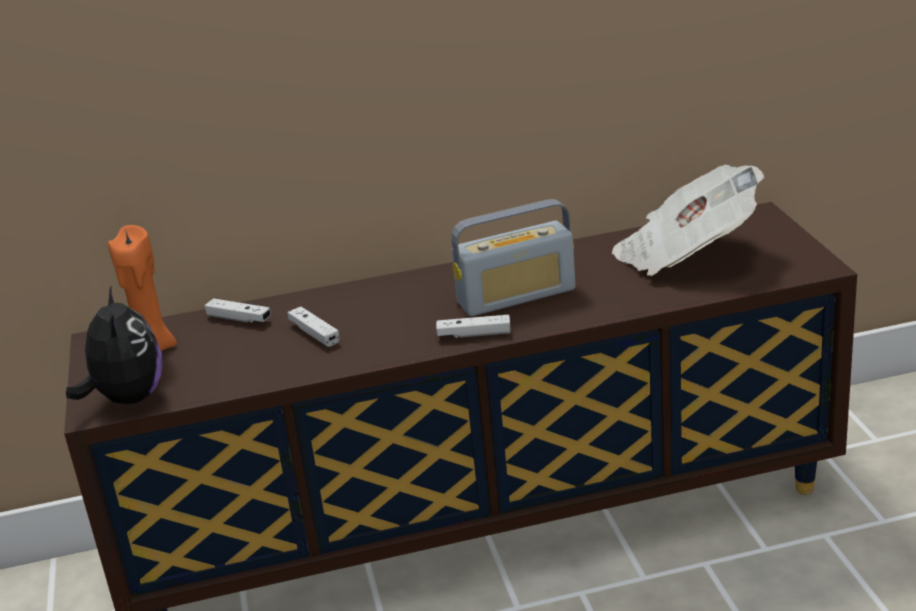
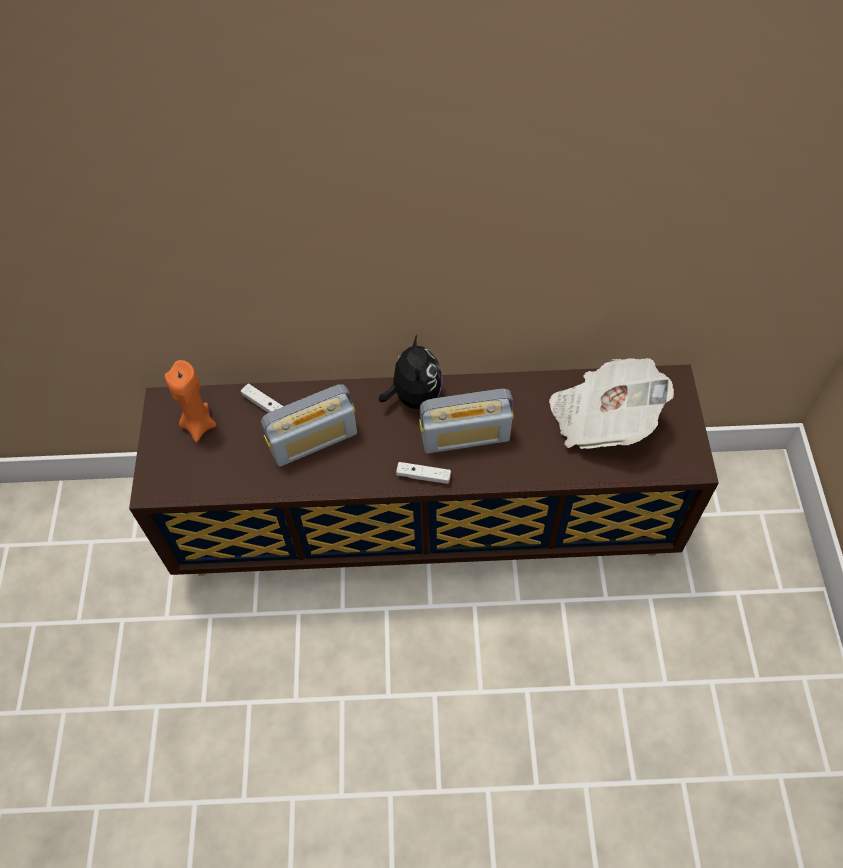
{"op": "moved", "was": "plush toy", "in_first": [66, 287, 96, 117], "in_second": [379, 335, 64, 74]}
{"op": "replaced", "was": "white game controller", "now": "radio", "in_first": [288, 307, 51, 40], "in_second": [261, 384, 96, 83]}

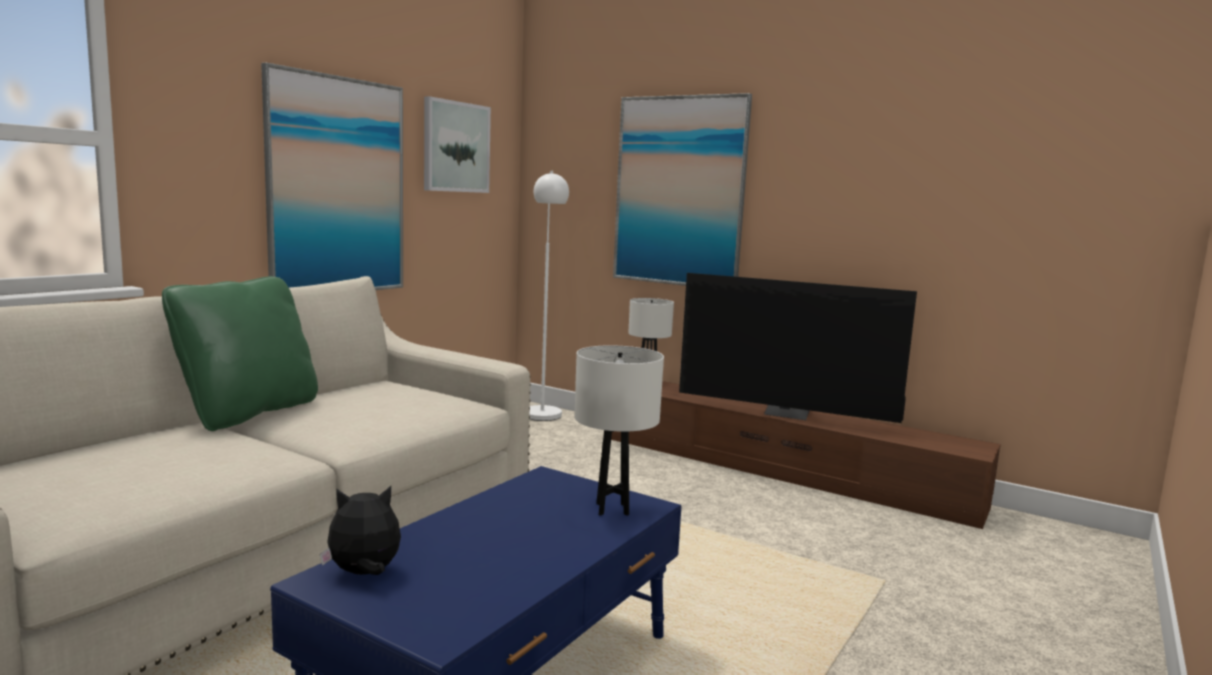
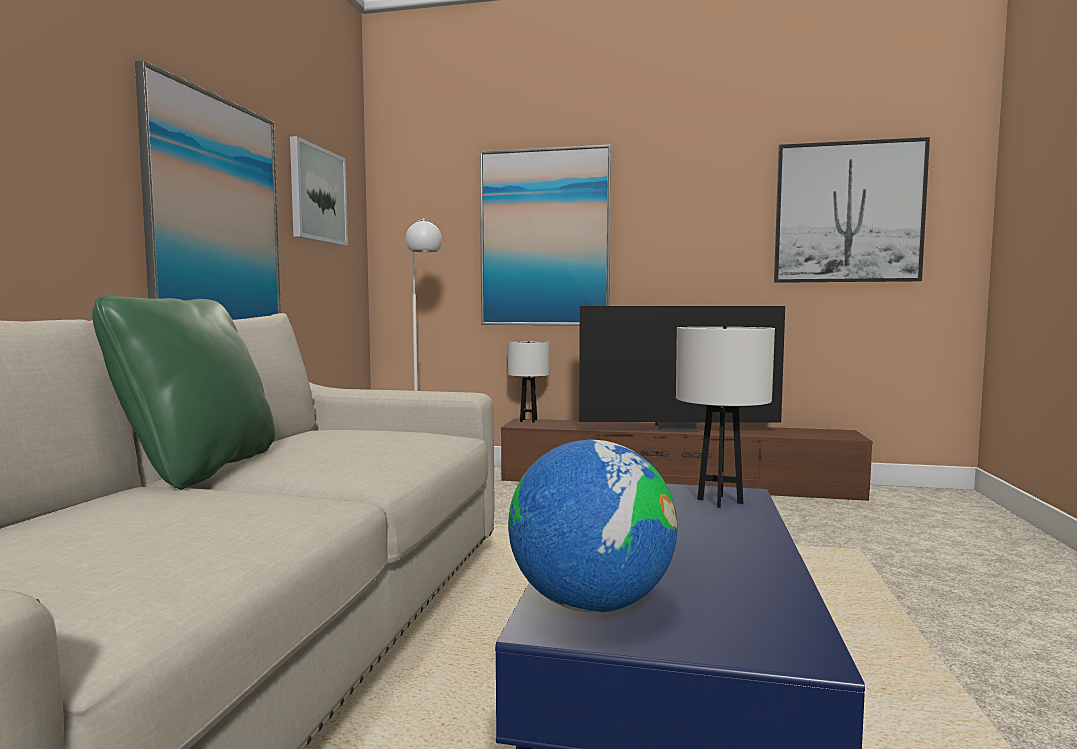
{"op": "replaced", "was": "plush toy", "now": "globe", "in_first": [320, 486, 81, 89], "in_second": [508, 440, 170, 173]}
{"op": "added", "now": "picture", "in_second": [774, 137, 156, 146]}

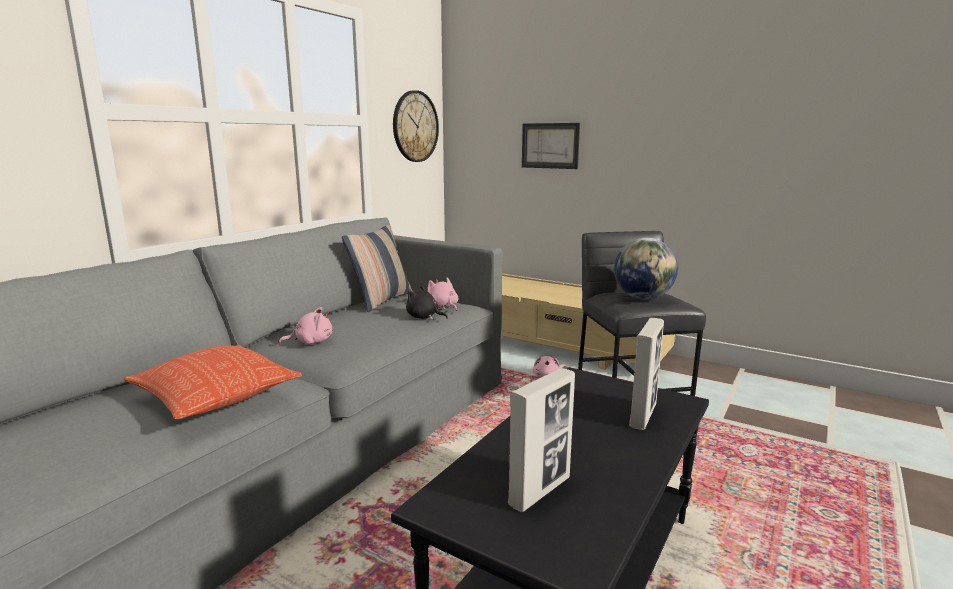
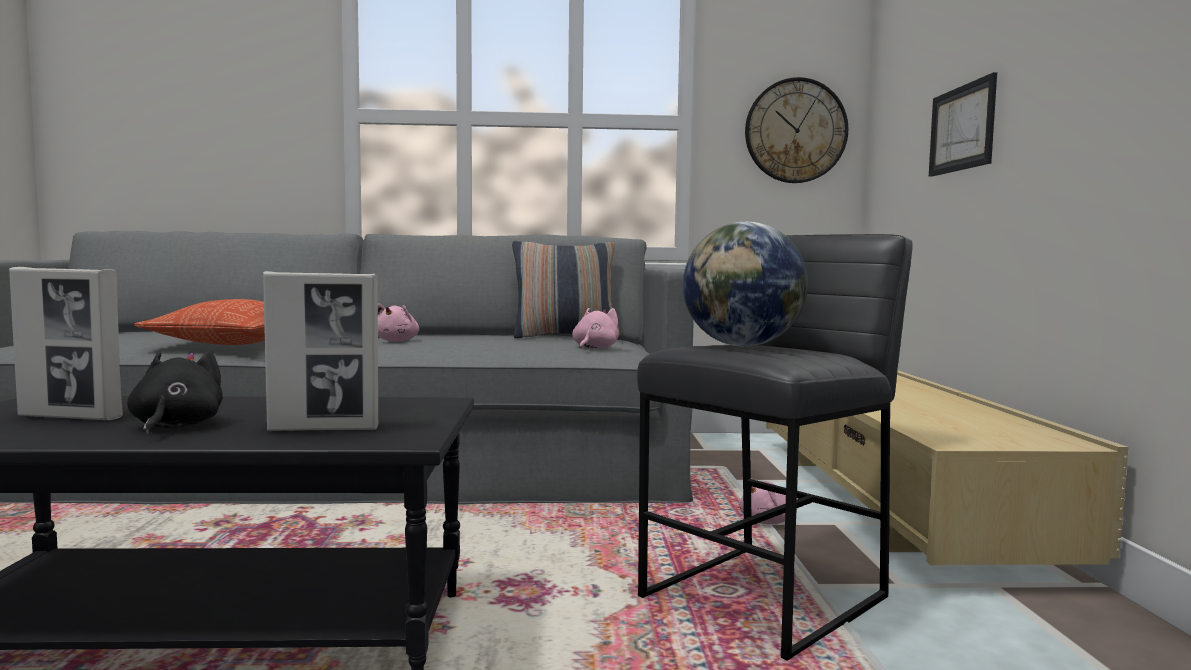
{"op": "moved", "was": "black plush toy", "in_first": [406, 286, 42, 34], "in_second": [127, 351, 96, 84]}
{"op": "turned", "was": "pink plush toy", "in_first": [279, 307, 53, 37], "in_second": [378, 303, 41, 39], "clockwise": 60}

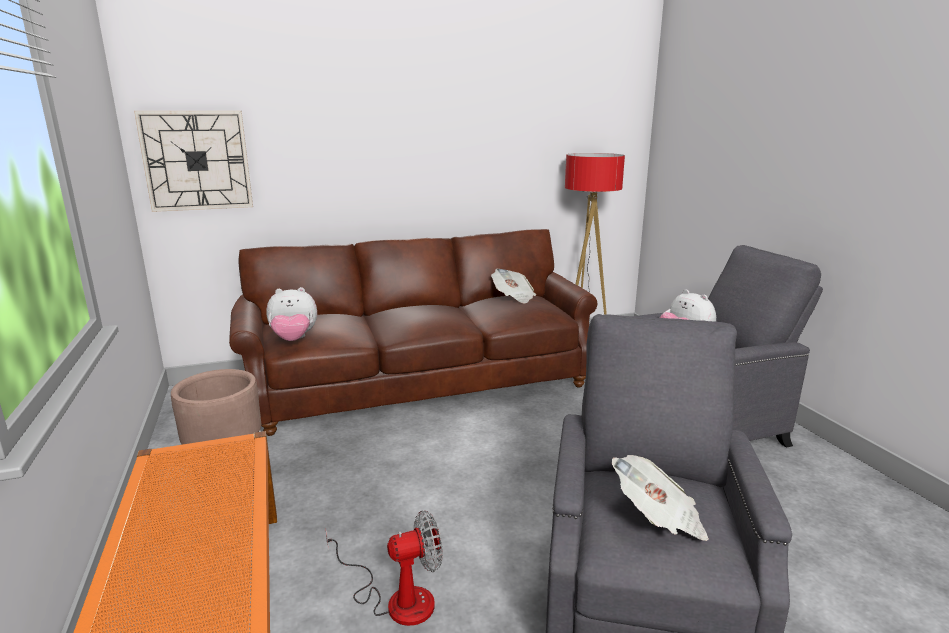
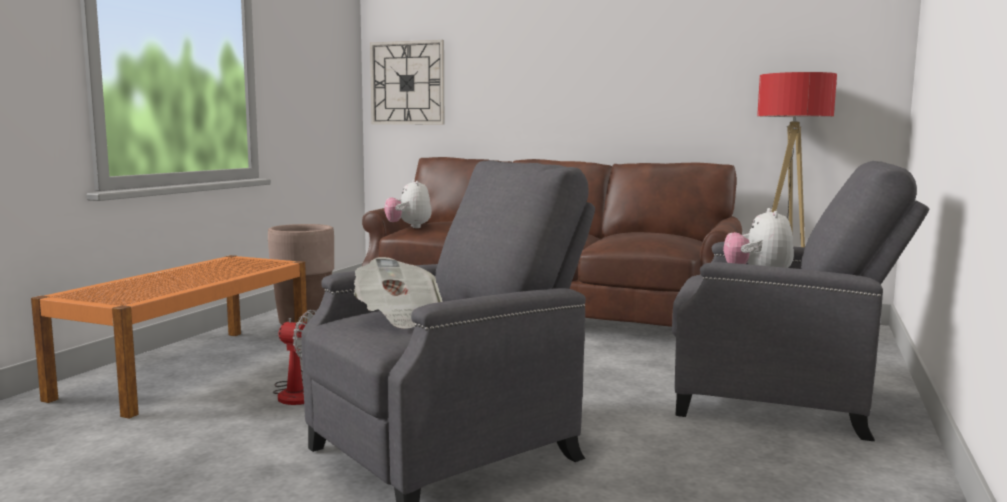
{"op": "removed", "was": "newspaper", "in_first": [491, 268, 45, 36]}
{"op": "turned", "was": "plush toy", "in_first": [266, 287, 51, 54], "in_second": [384, 179, 48, 49], "clockwise": 45}

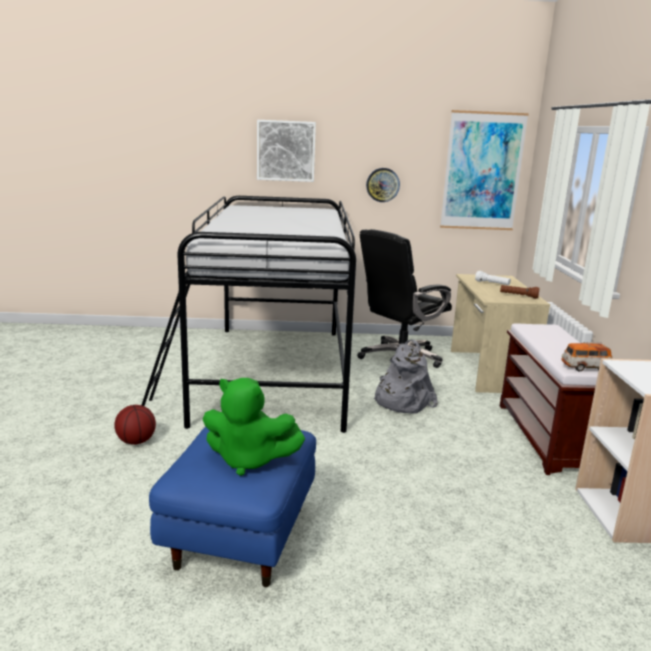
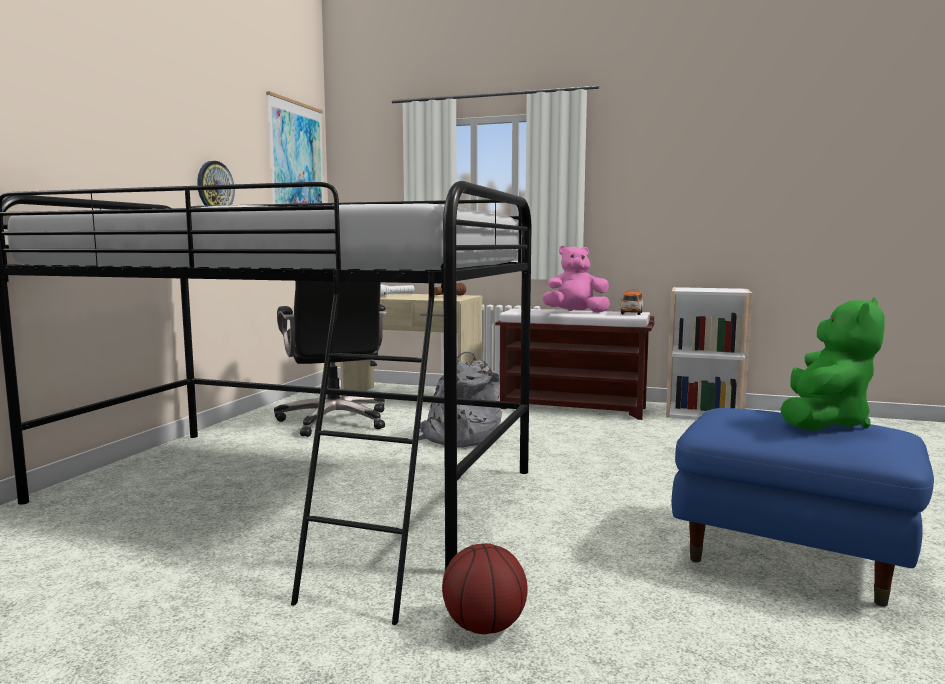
{"op": "removed", "was": "picture", "in_first": [257, 120, 59, 62]}
{"op": "added", "now": "pink plush toy", "in_second": [542, 246, 68, 67]}

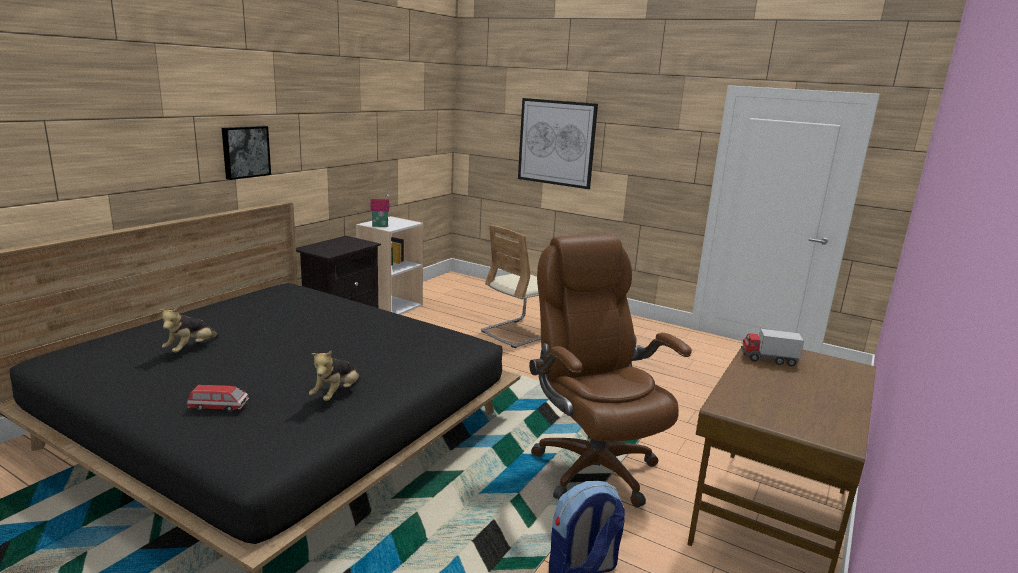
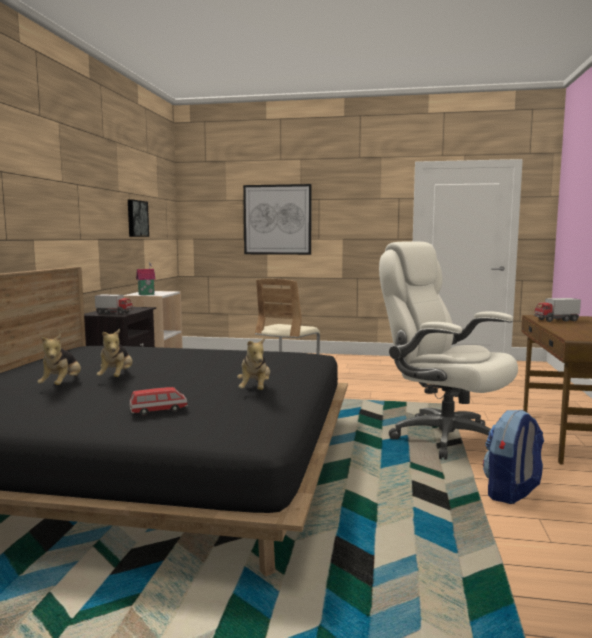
{"op": "moved", "was": "picture", "in_first": [222, 126, 49, 54], "in_second": [128, 199, 21, 38]}
{"op": "recoloured", "was": "brown office chair", "now": "white office chair", "in_first": [529, 234, 163, 274], "in_second": [379, 241, 139, 219]}
{"op": "added", "now": "toy truck", "in_second": [95, 294, 38, 21]}
{"op": "added", "now": "plush toy", "in_second": [97, 329, 36, 48]}

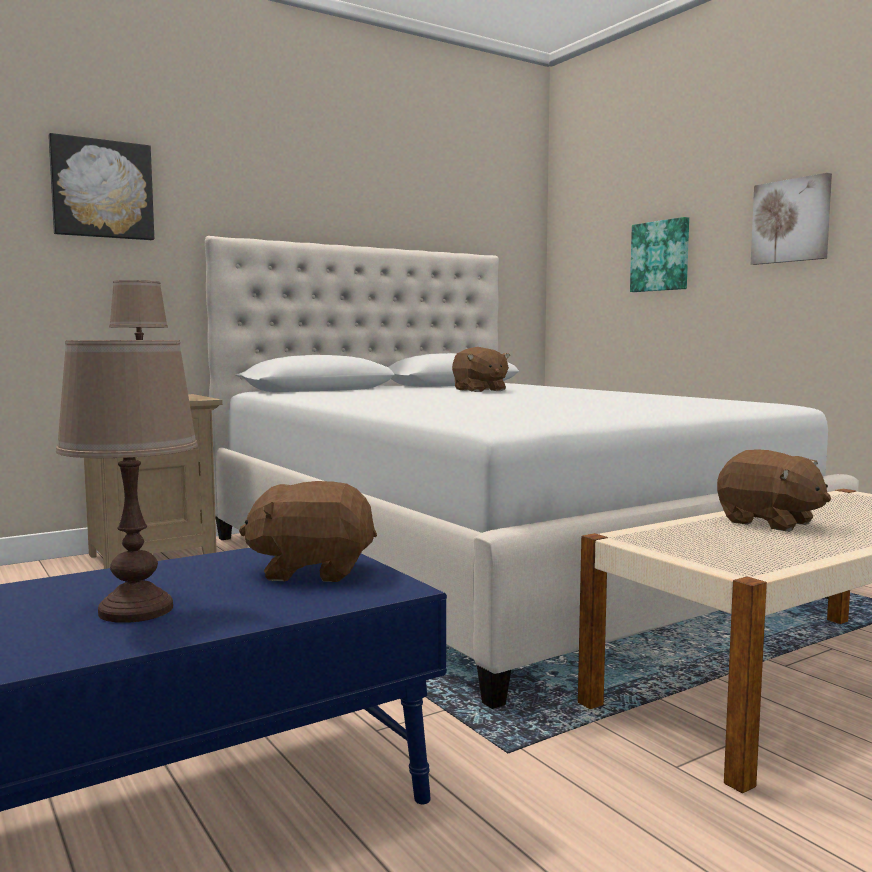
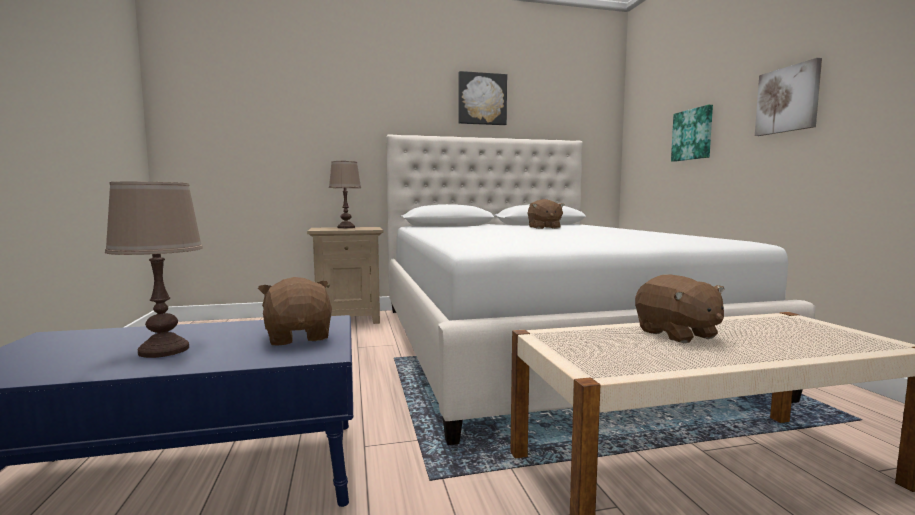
{"op": "moved", "was": "picture", "in_first": [48, 133, 106, 107], "in_second": [458, 71, 49, 54]}
{"op": "turned", "was": "brown plush toy", "in_first": [239, 481, 138, 101], "in_second": [258, 277, 74, 69], "clockwise": 45}

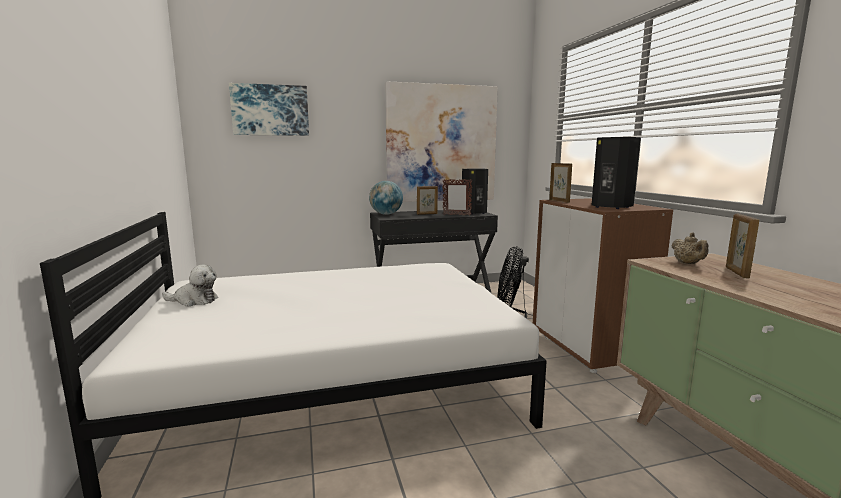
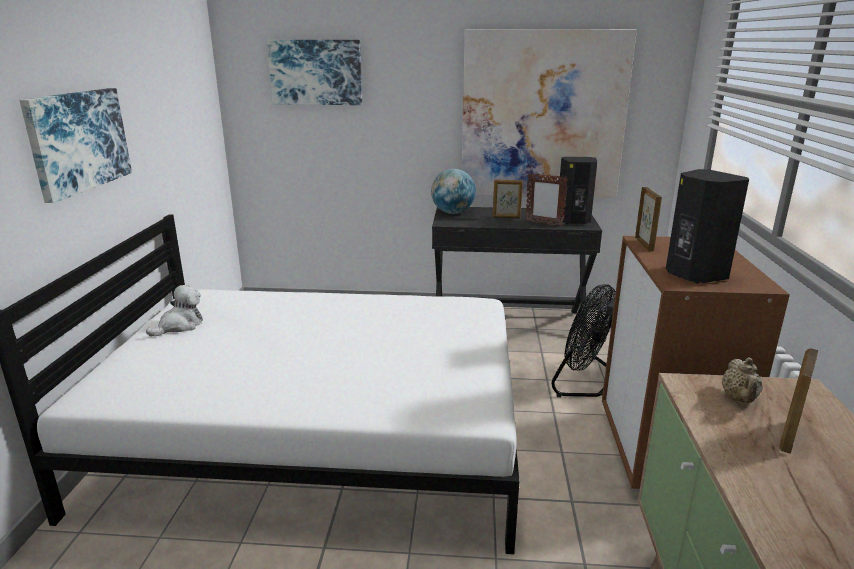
{"op": "turned", "was": "plush toy", "in_first": [162, 264, 56, 43], "in_second": [146, 285, 57, 52], "clockwise": -75}
{"op": "added", "now": "picture", "in_second": [19, 88, 113, 115]}

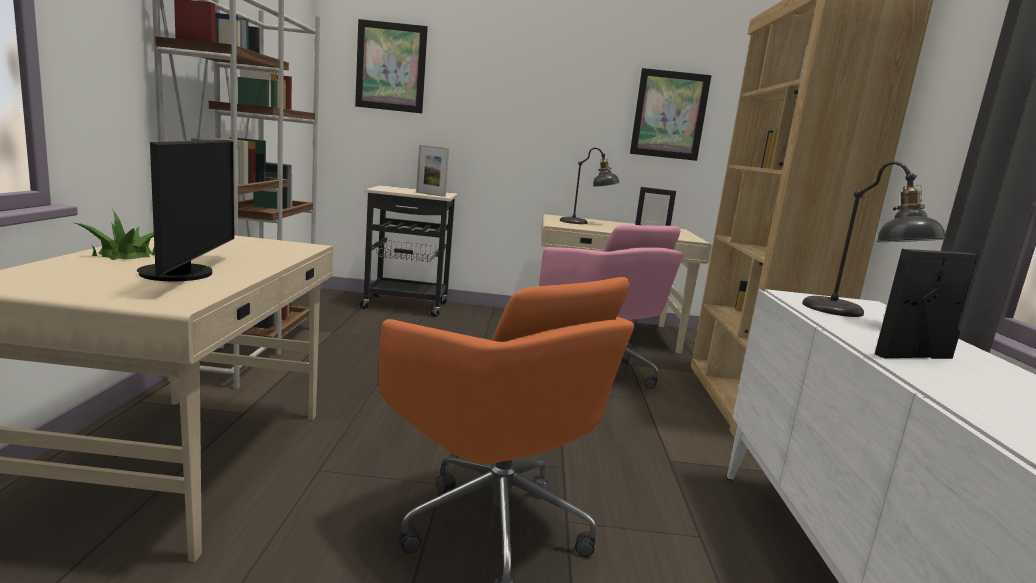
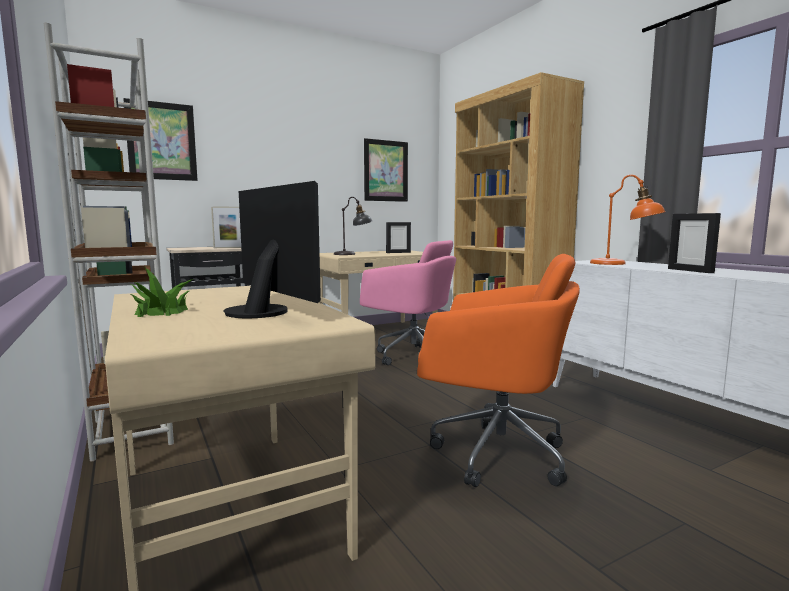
{"op": "recoloured", "was": "grey table lamp", "now": "orange table lamp", "in_first": [802, 161, 145, 156], "in_second": [590, 175, 75, 90]}
{"op": "turned", "was": "picture frame", "in_first": [875, 249, 103, 110], "in_second": [668, 213, 53, 60], "clockwise": -60}

